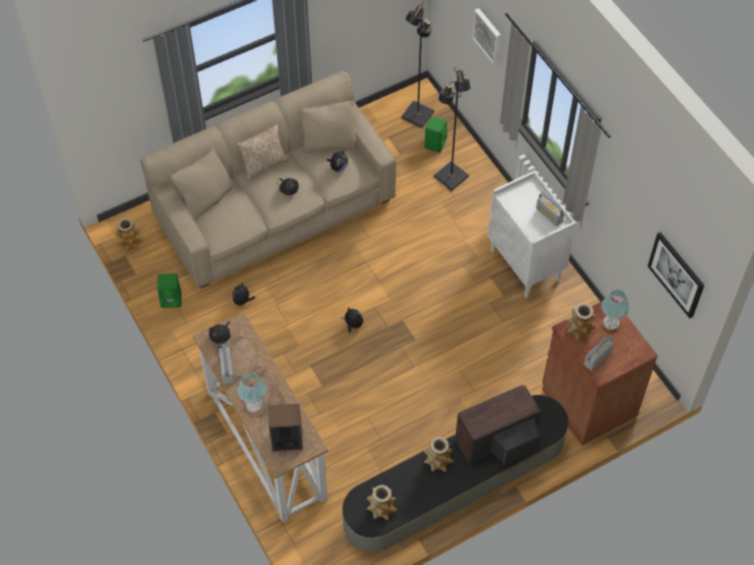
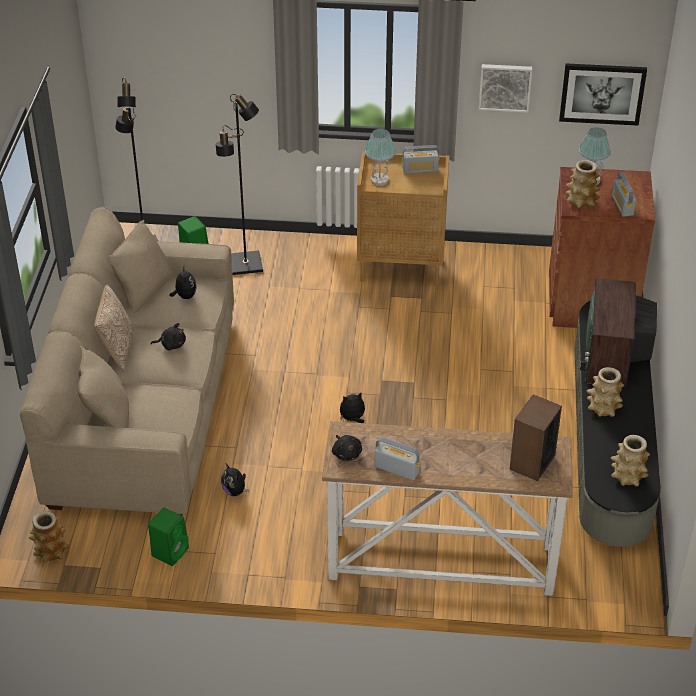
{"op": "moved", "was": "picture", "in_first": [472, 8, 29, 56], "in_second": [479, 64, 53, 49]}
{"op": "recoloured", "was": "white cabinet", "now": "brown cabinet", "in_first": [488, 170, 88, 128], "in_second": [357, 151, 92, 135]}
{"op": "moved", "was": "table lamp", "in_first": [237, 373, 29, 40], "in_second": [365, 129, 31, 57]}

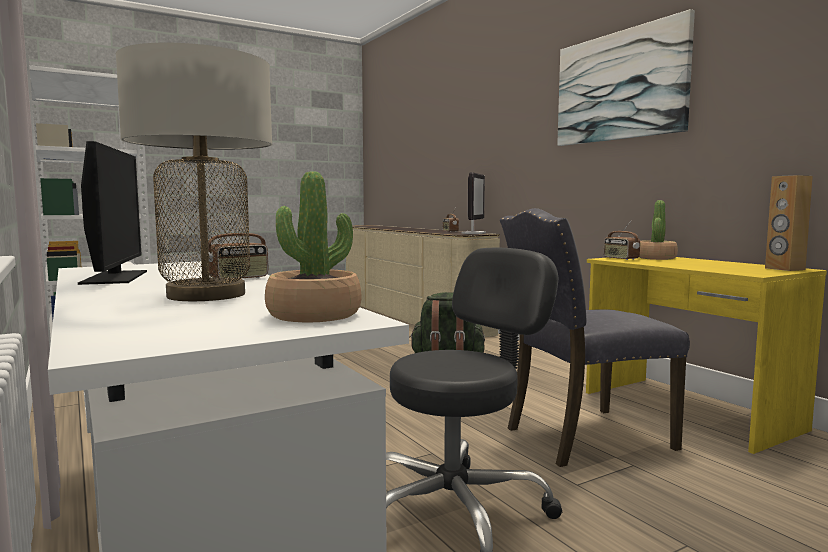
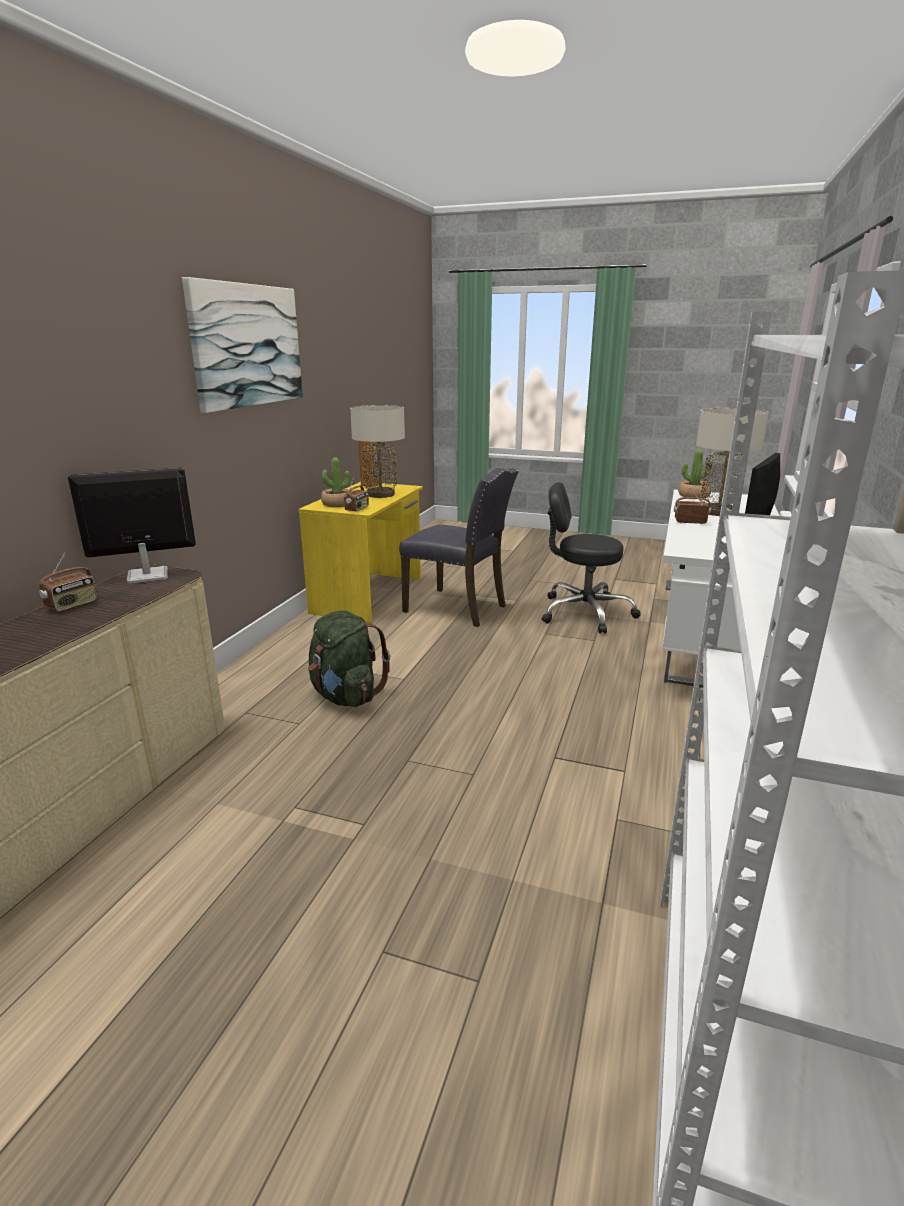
{"op": "added", "now": "table lamp", "in_second": [350, 405, 55, 93]}

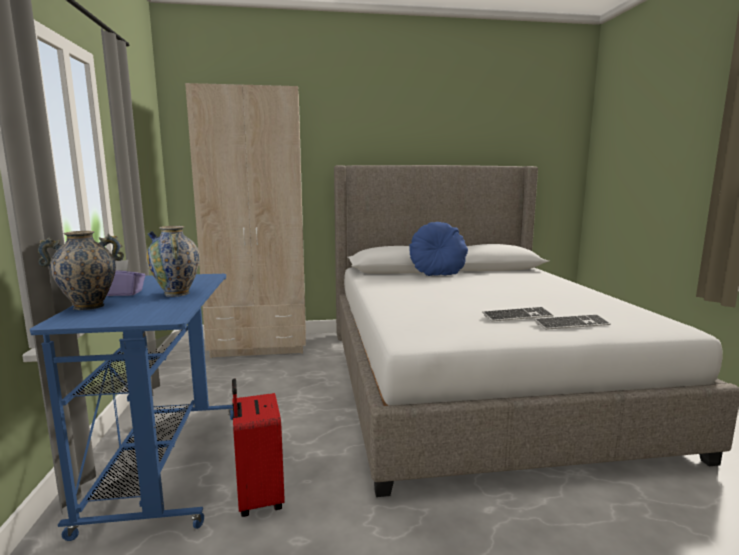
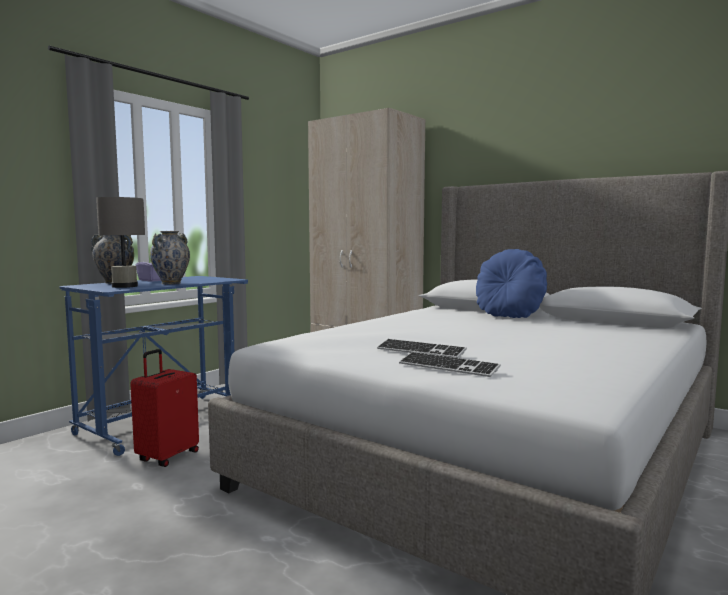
{"op": "added", "now": "grey table lamp", "in_second": [96, 197, 49, 91]}

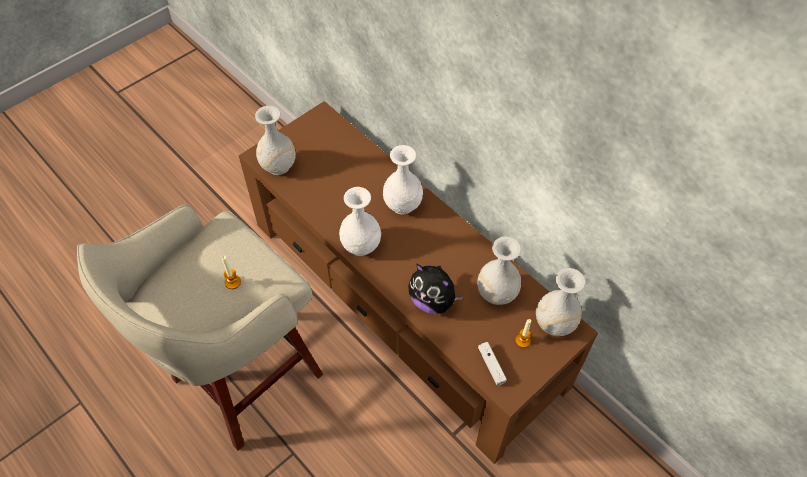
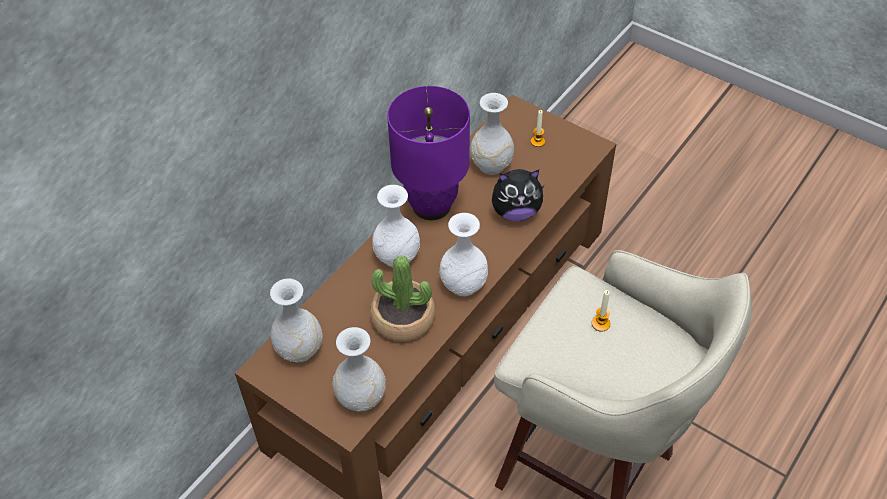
{"op": "turned", "was": "plush toy", "in_first": [408, 263, 56, 51], "in_second": [492, 169, 52, 52], "clockwise": 60}
{"op": "moved", "was": "white vase", "in_first": [536, 268, 50, 68], "in_second": [270, 279, 52, 83]}
{"op": "removed", "was": "white game controller", "in_first": [478, 342, 29, 43]}
{"op": "added", "now": "purple table lamp", "in_second": [387, 86, 83, 134]}
{"op": "added", "now": "potted plant", "in_second": [370, 255, 65, 87]}

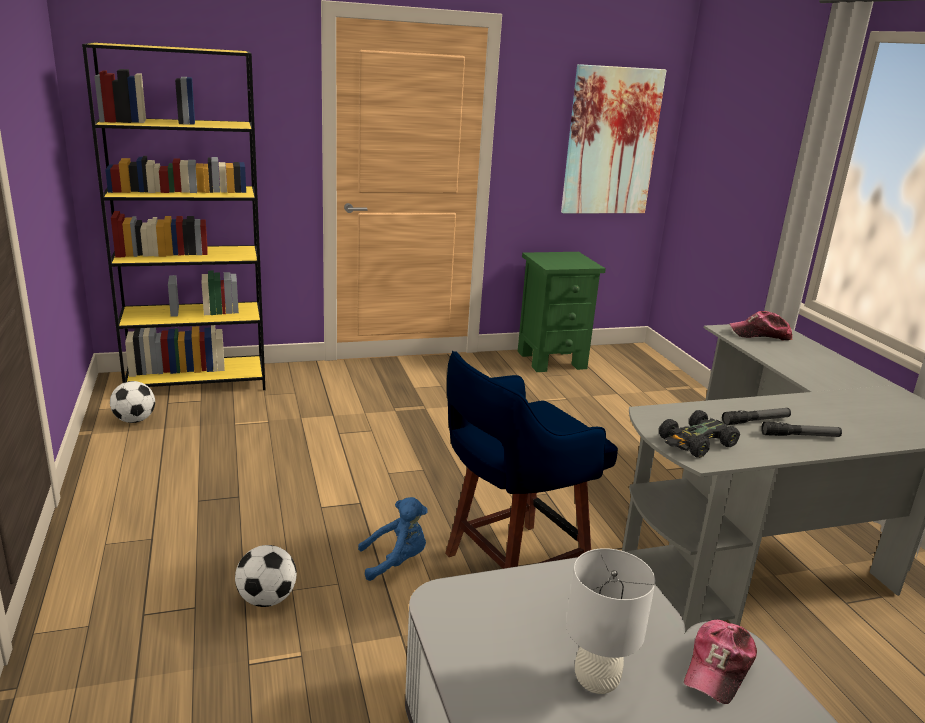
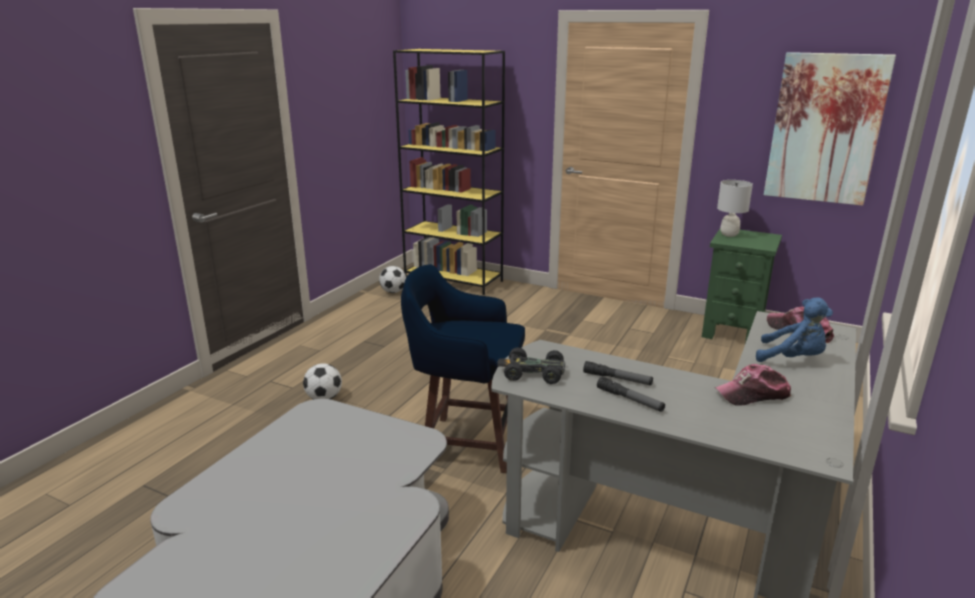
{"op": "moved", "was": "blue plush toy", "in_first": [358, 497, 70, 84], "in_second": [756, 297, 77, 65]}
{"op": "moved", "was": "grey table lamp", "in_first": [566, 548, 89, 146], "in_second": [717, 180, 36, 57]}
{"op": "moved", "was": "cap", "in_first": [684, 620, 73, 84], "in_second": [715, 364, 76, 42]}

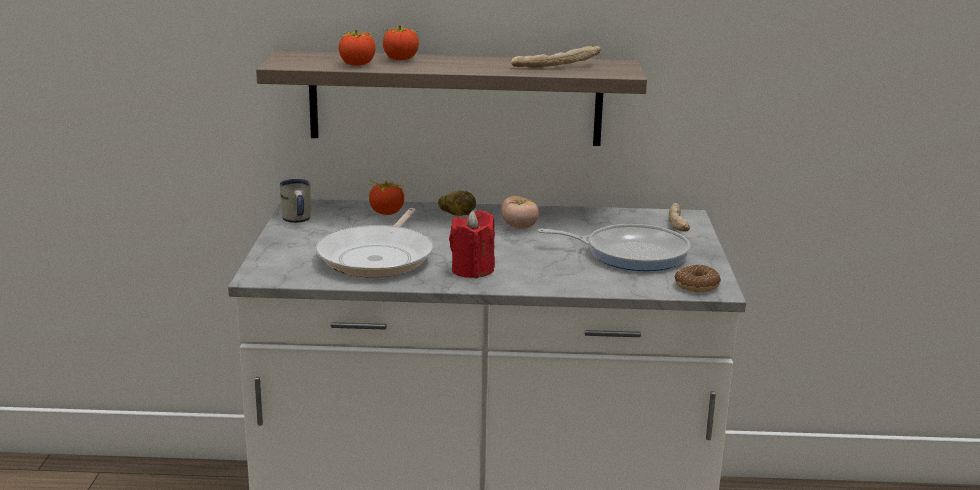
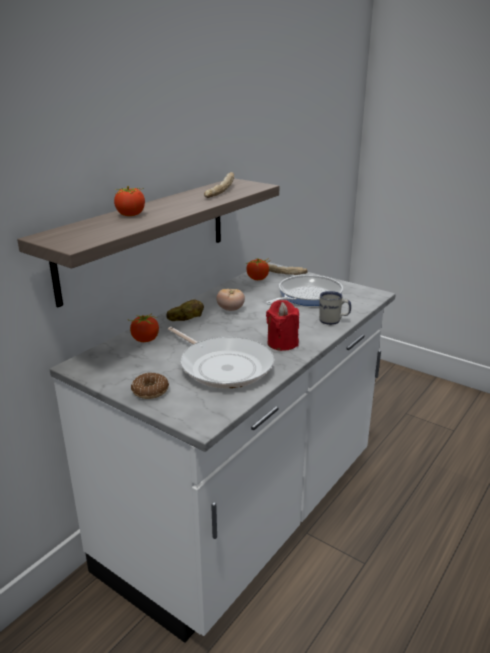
{"op": "moved", "was": "tomato", "in_first": [339, 29, 37, 37], "in_second": [246, 257, 23, 23]}
{"op": "moved", "was": "white mug", "in_first": [280, 179, 31, 44], "in_second": [319, 291, 32, 34]}
{"op": "moved", "was": "donut", "in_first": [675, 265, 46, 27], "in_second": [131, 373, 38, 26]}

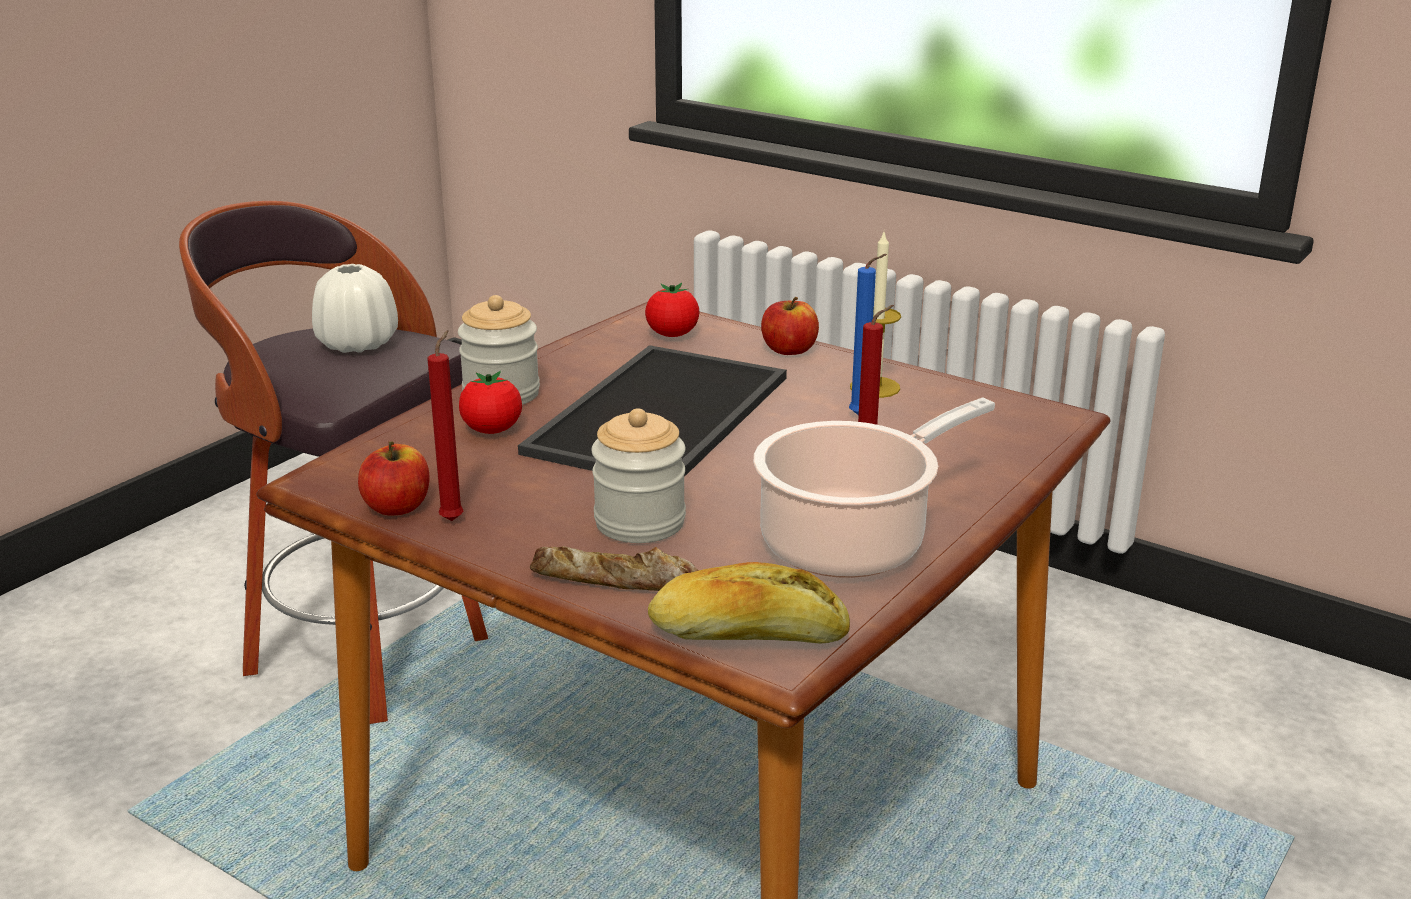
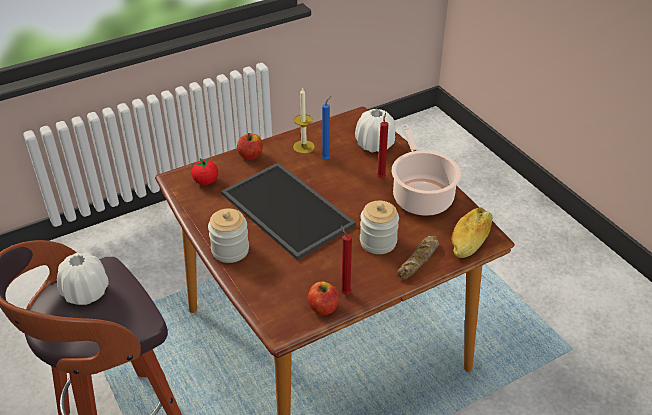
{"op": "removed", "was": "tomato", "in_first": [459, 371, 63, 63]}
{"op": "added", "now": "white vase", "in_second": [355, 109, 40, 44]}

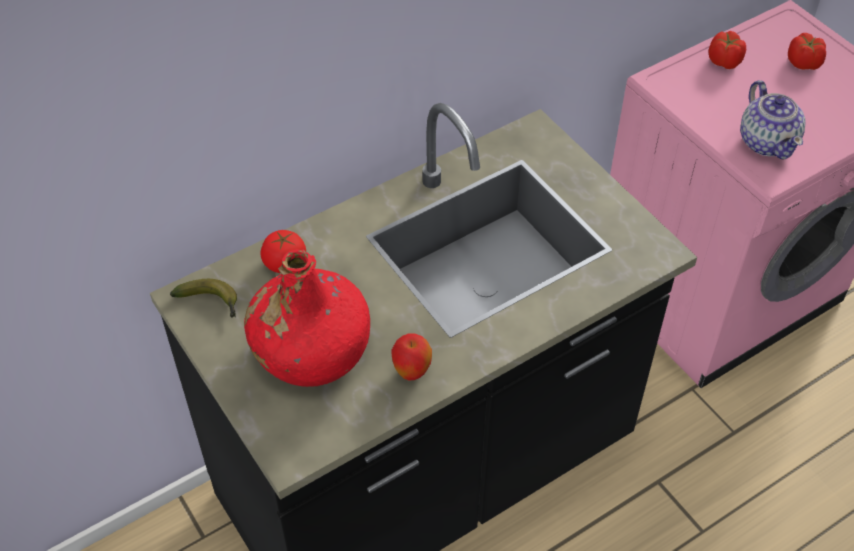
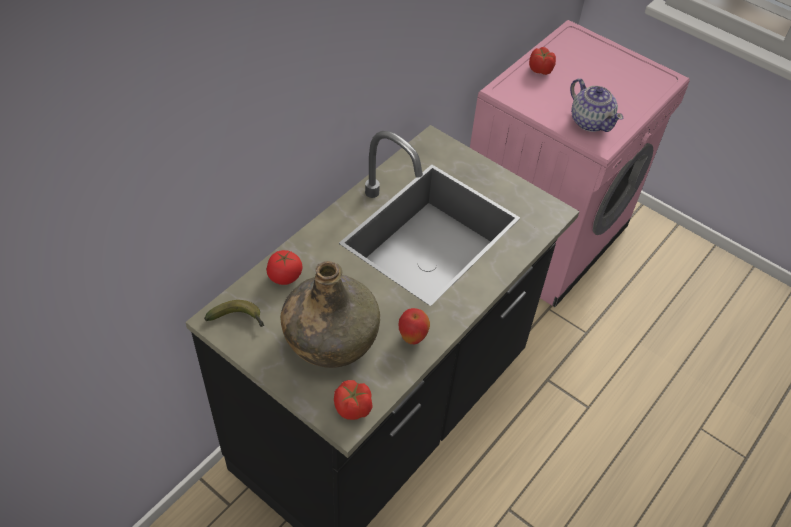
{"op": "moved", "was": "tomato", "in_first": [788, 33, 38, 37], "in_second": [334, 380, 39, 40]}
{"op": "recoloured", "was": "red bottle", "now": "green bottle", "in_first": [244, 249, 126, 138], "in_second": [281, 261, 99, 107]}

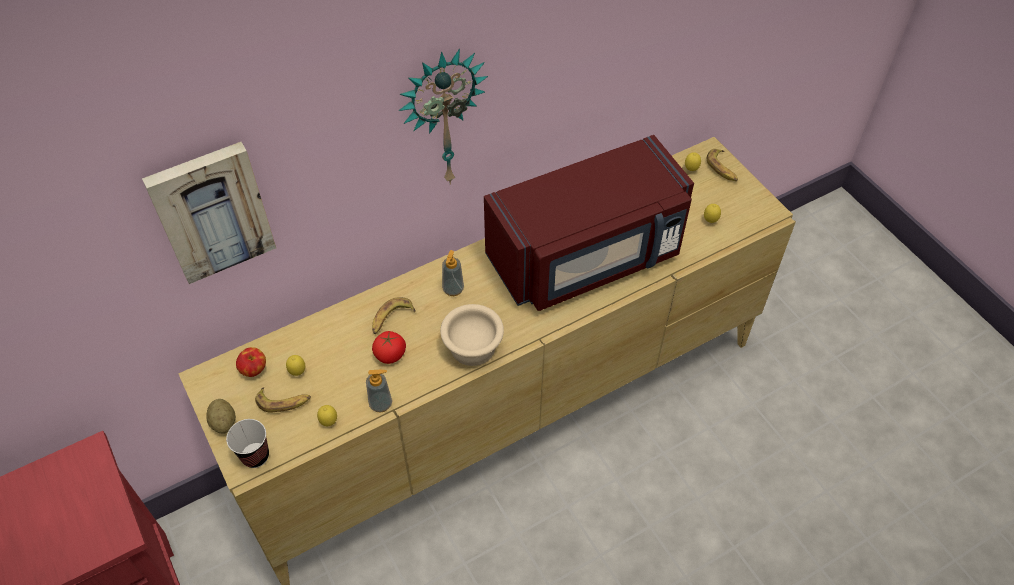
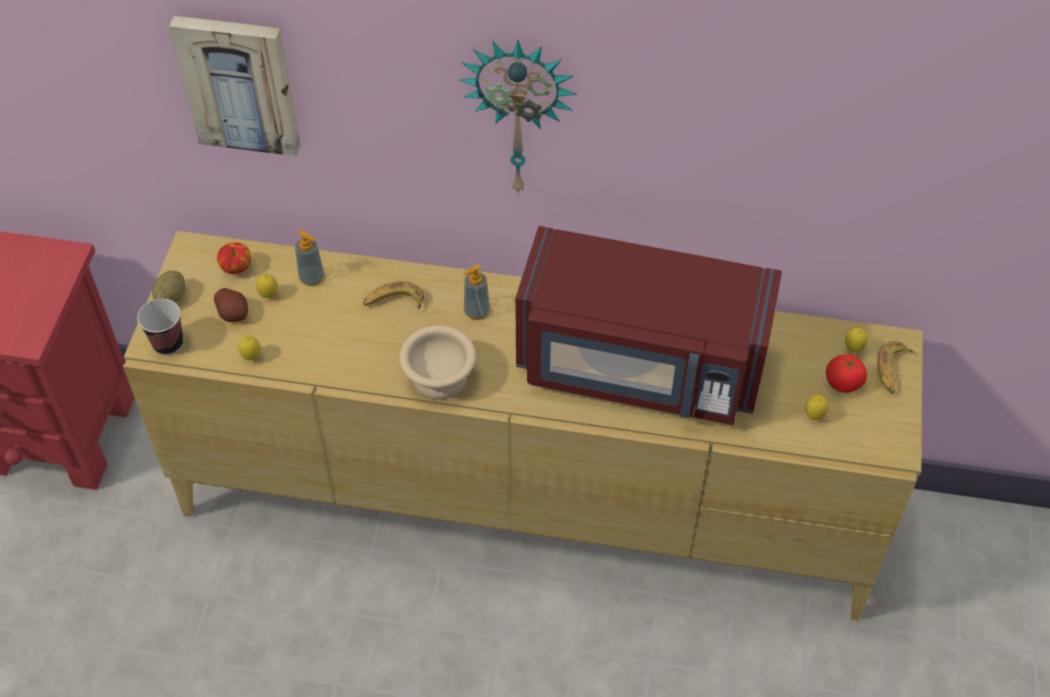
{"op": "moved", "was": "tomato", "in_first": [372, 331, 34, 33], "in_second": [826, 354, 41, 39]}
{"op": "moved", "was": "soap dispenser", "in_first": [366, 370, 26, 43], "in_second": [295, 230, 29, 56]}
{"op": "replaced", "was": "banana", "now": "potato", "in_first": [255, 387, 56, 26], "in_second": [214, 288, 34, 34]}

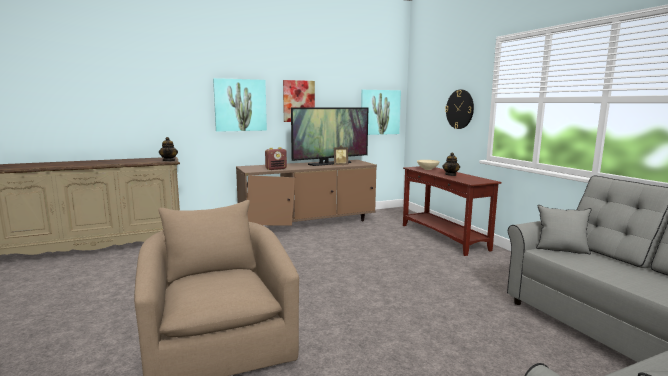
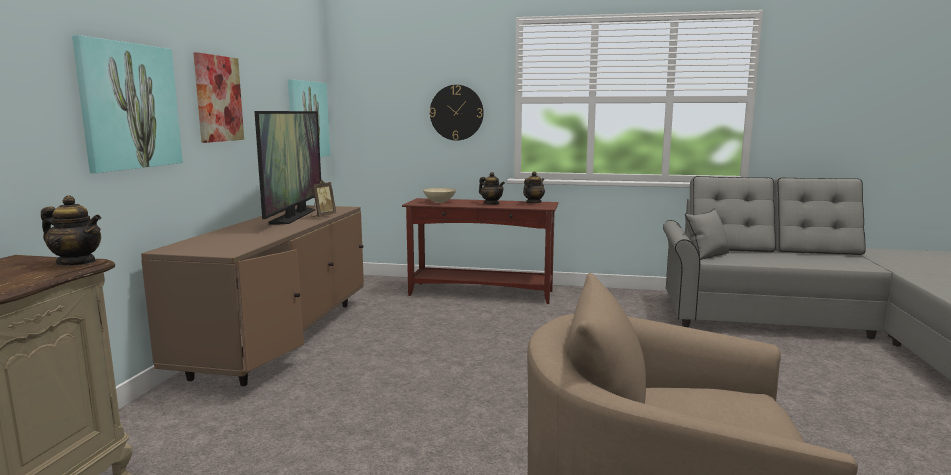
{"op": "removed", "was": "radio", "in_first": [265, 147, 22, 23]}
{"op": "added", "now": "teapot", "in_second": [523, 171, 22, 32]}

